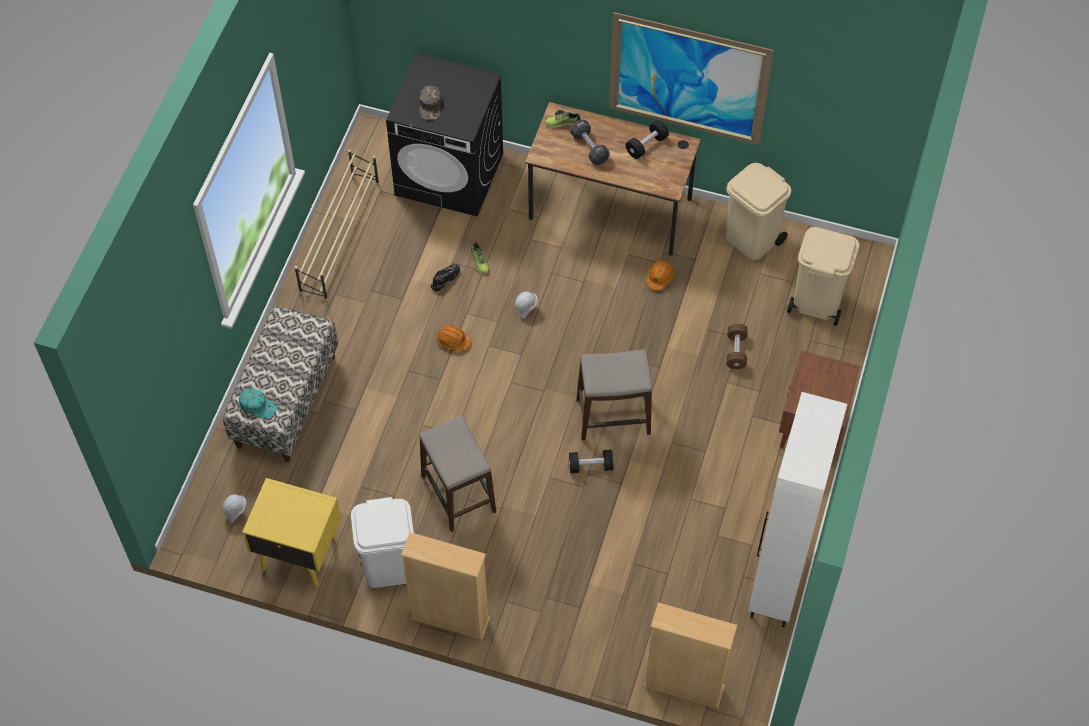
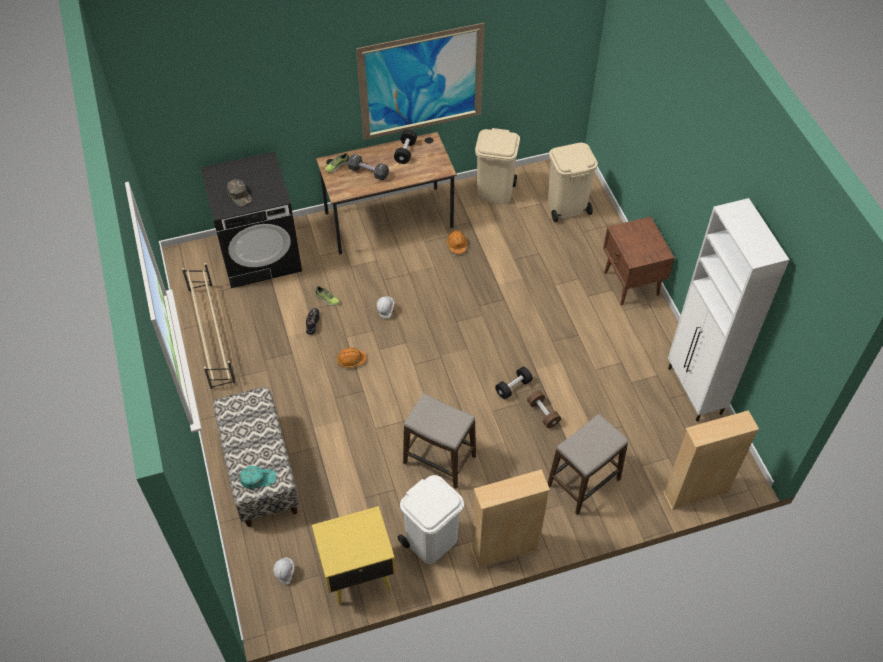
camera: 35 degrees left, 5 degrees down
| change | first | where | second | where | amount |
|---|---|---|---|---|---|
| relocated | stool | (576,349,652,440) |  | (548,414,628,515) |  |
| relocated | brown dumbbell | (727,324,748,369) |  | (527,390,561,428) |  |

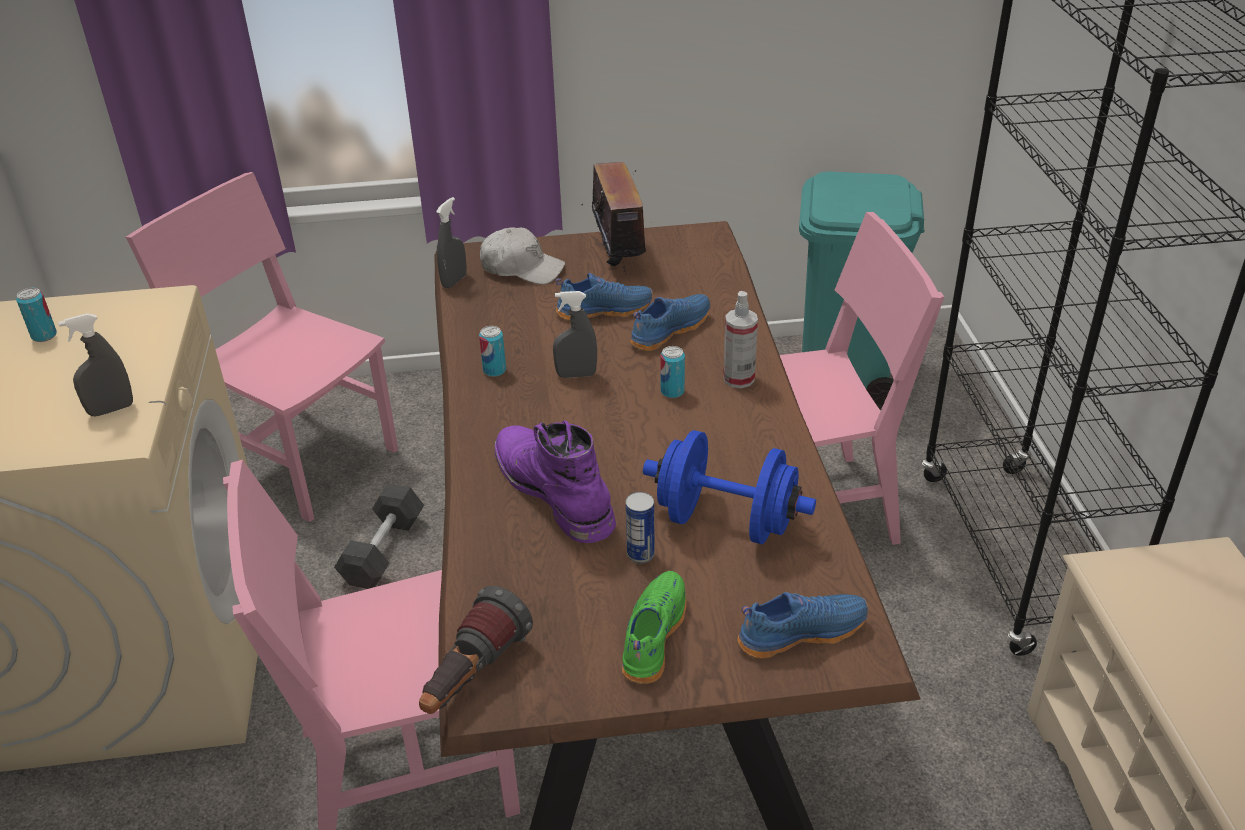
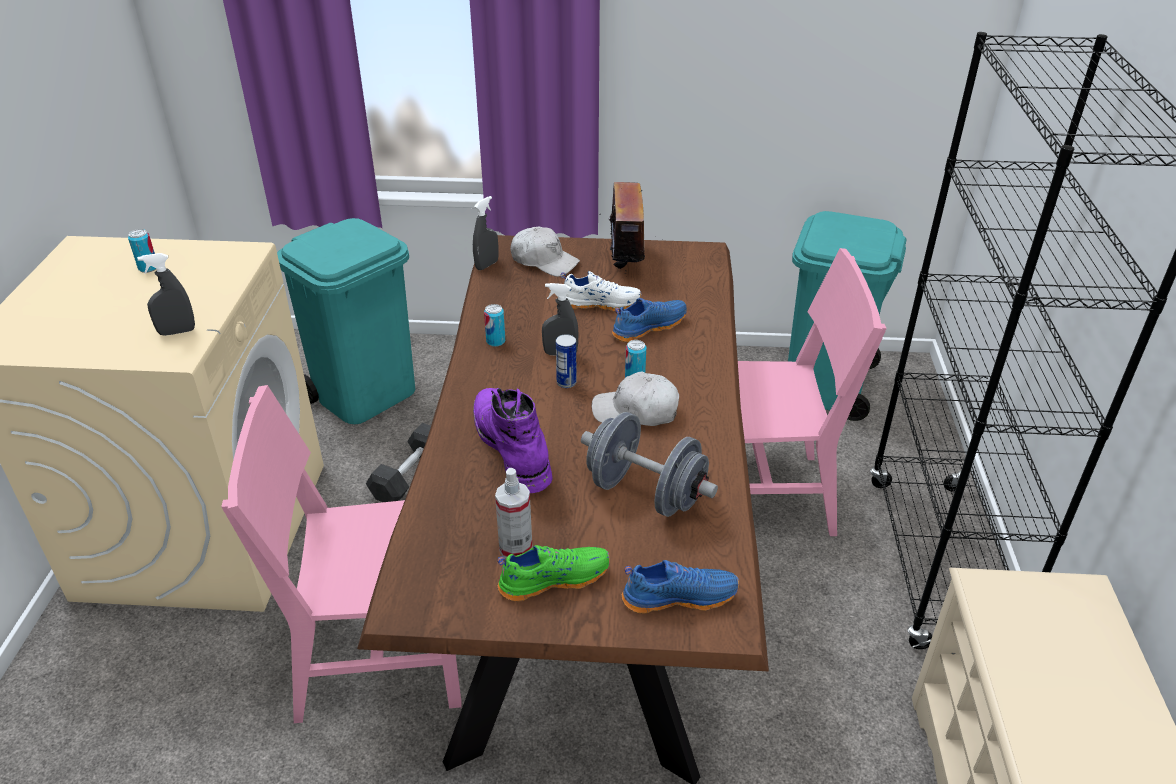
camera: 10 degrees right, 0 degrees up
| change | first | where | second | where | amount |
|---|---|---|---|---|---|
| missing | flashlight | (419,586,533,714) |  |  |  |
| appeared |  |  | white cap | (592,371,679,426) |  |
| relocated | can | (626,492,655,563) |  | (556,334,577,388) |  |
| relocated | spray bottle | (723,291,758,388) |  | (495,468,532,559) |  |
| exchanged | pink chair | (126,172,398,522) | turquoise trash can | (277,218,415,424) |  |
| colour | blue shoe | (555,273,653,321) | white shoe | (560,271,641,312) |  |
| colour | blue dumbbell | (643,430,816,544) | grey dumbbell | (581,412,718,517) |  |
| spun | green shoe | (622,571,686,684) |  | (497,545,610,601) | 45 degrees clockwise |

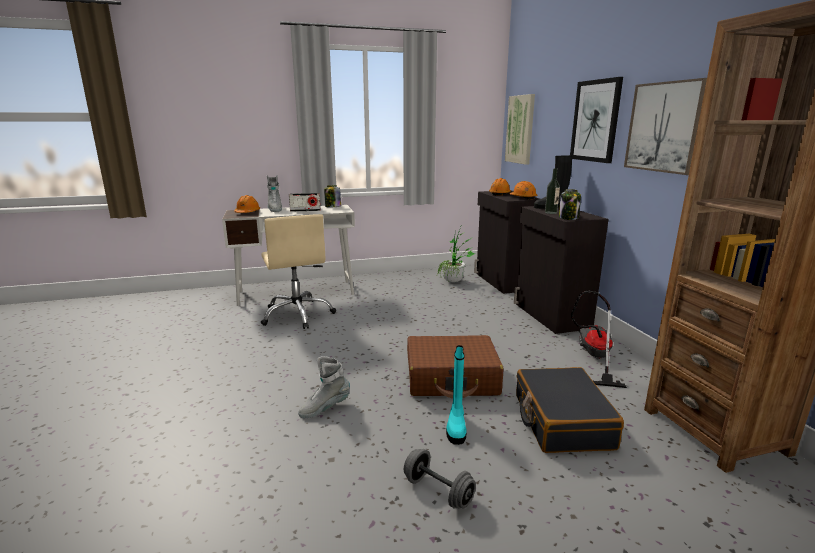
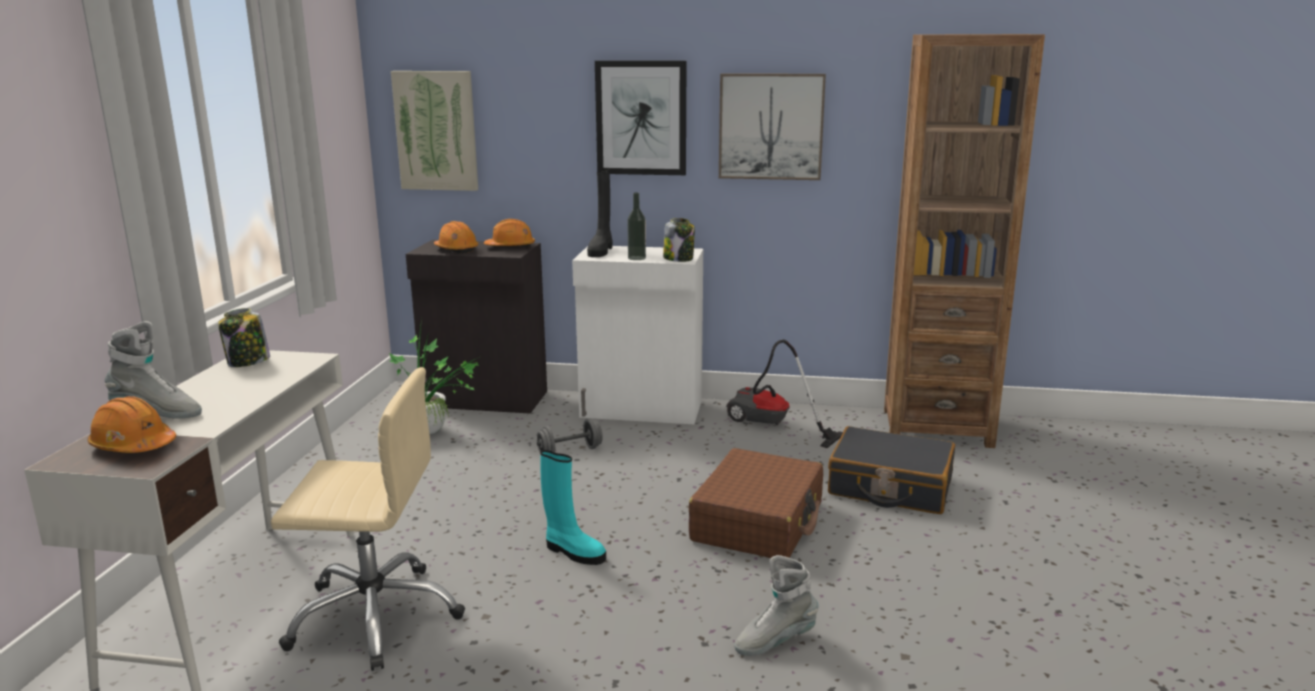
camera: 65 degrees left, 0 degrees up
| change | first | where | second | where | amount |
|---|---|---|---|---|---|
| missing | radio | (289,193,321,212) |  |  |  |
| relocated | grey dumbbell | (404,449,476,509) |  | (536,418,603,453) |  |
| relocated | turquoise boot | (446,345,467,445) |  | (540,450,606,565) |  |
| colour | black cabinet | (514,206,609,334) | white cabinet | (572,246,703,424) |  |
| spun | grey boot | (298,356,350,418) |  | (734,555,818,656) | 75 degrees clockwise |

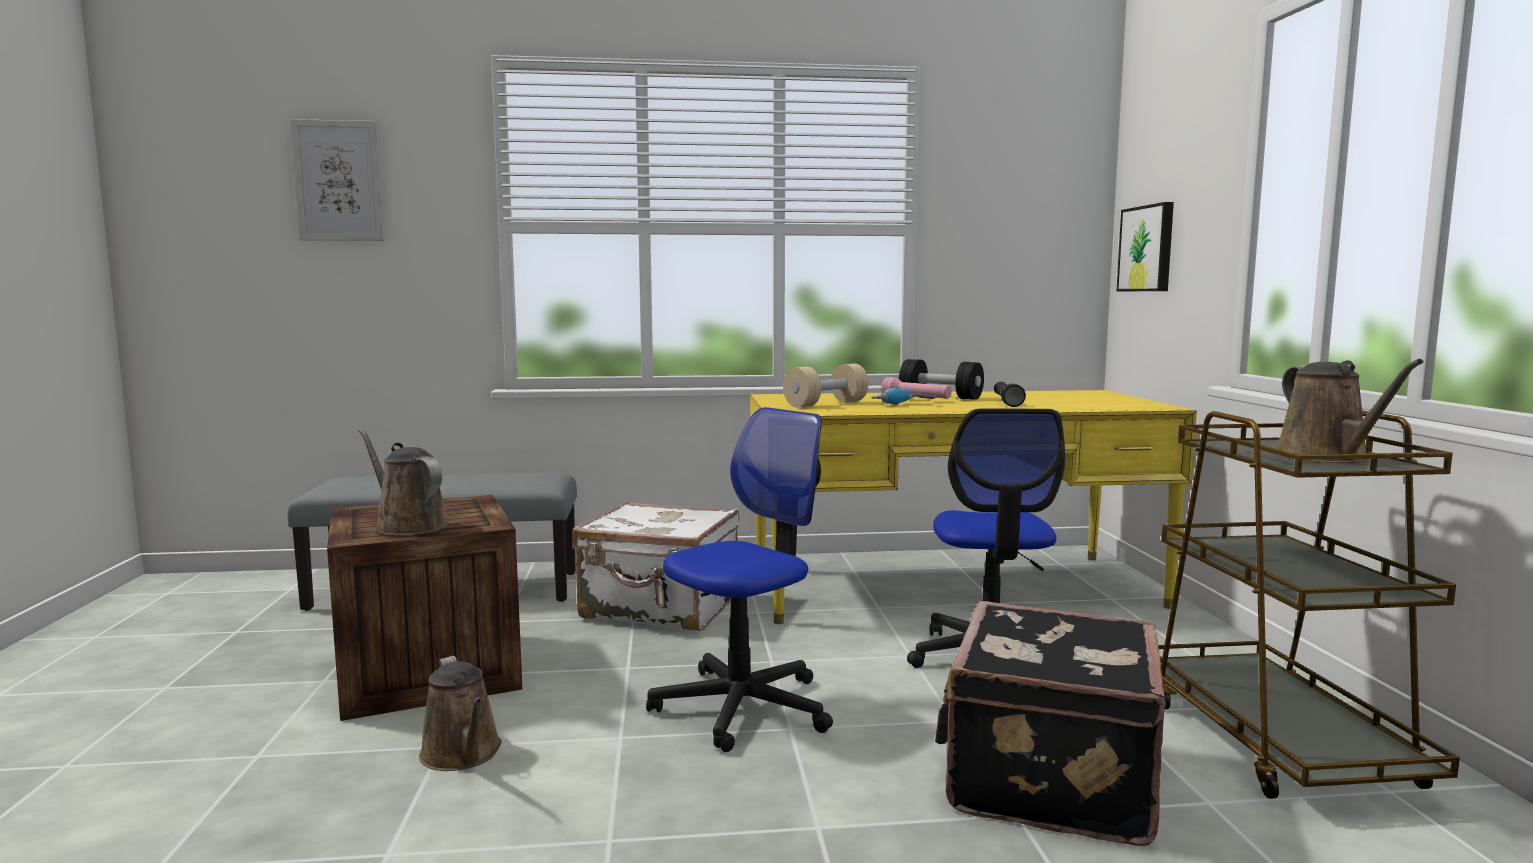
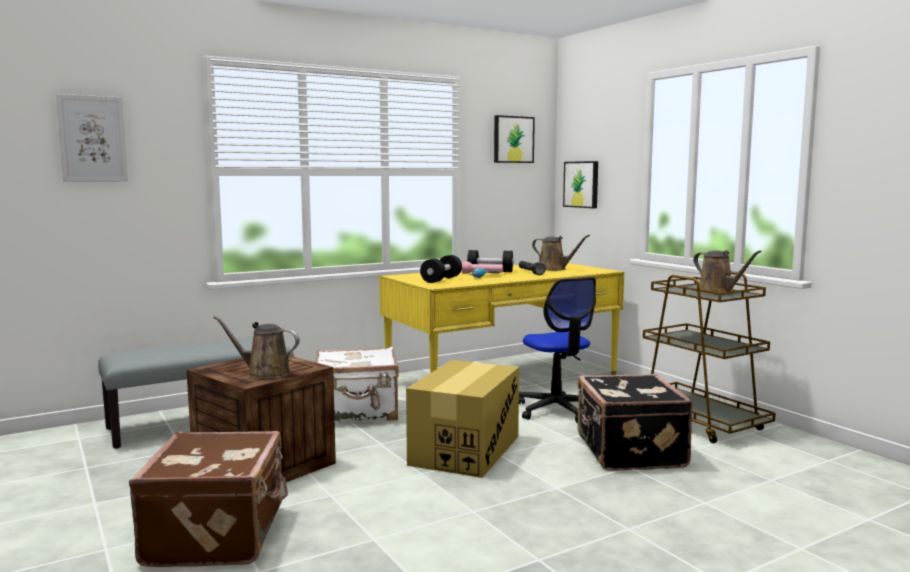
camera: 25 degrees left, 0 degrees up
| change | first | where | second | where | amount |
|---|---|---|---|---|---|
| appeared |  |  | brown suitcase | (129,431,288,567) |  |
| appeared |  |  | picture | (494,115,535,163) |  |
| relocated | brown watering can | (419,656,502,771) |  | (532,235,590,271) |  |
| exchanged | office chair | (646,407,833,752) | cardboard box | (406,360,519,478) |  |
| colour | beige dumbbell | (783,364,869,407) | black dumbbell | (420,255,462,283) |  |

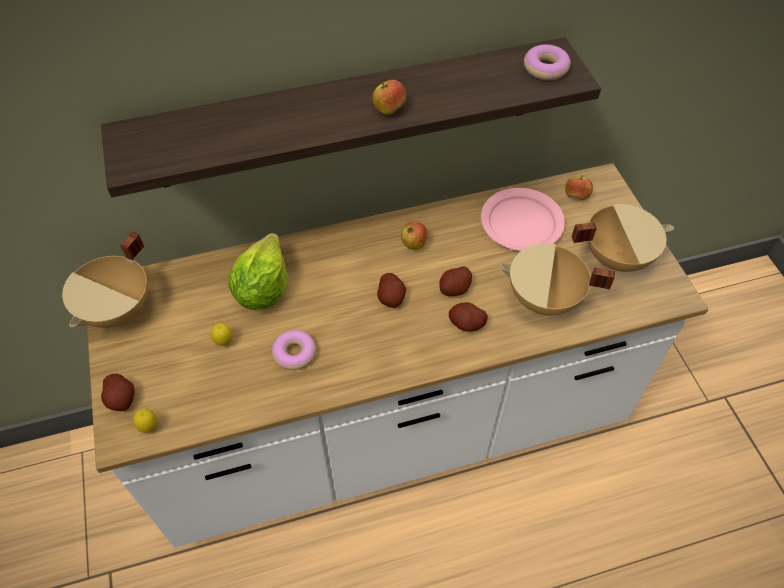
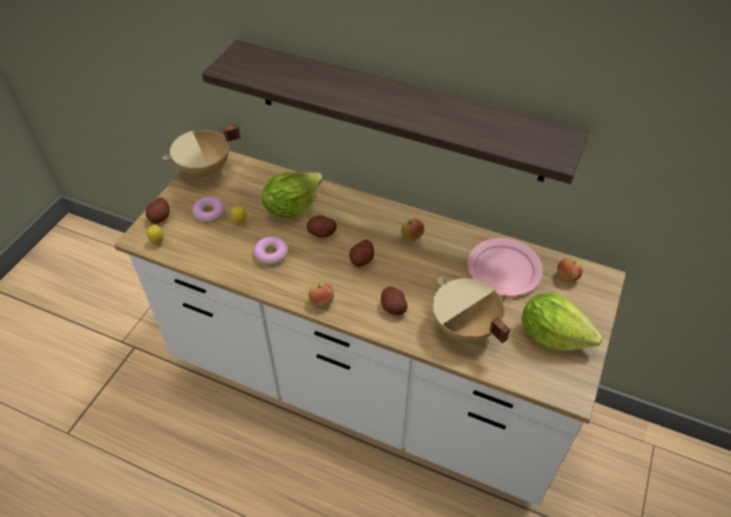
camera: 40 degrees right, 5 degrees down
| change | first | where | second | where | amount |
|---|---|---|---|---|---|
| relocated | apple | (372,80,406,115) |  | (309,283,334,307) |  |
| relocated | potato | (439,266,472,296) |  | (307,215,337,237) |  |
| relocated | donut | (524,44,571,80) |  | (192,197,225,223) |  |
| exchanged | beige cooking pot | (571,204,674,272) | lettuce | (522,292,603,351) |  |

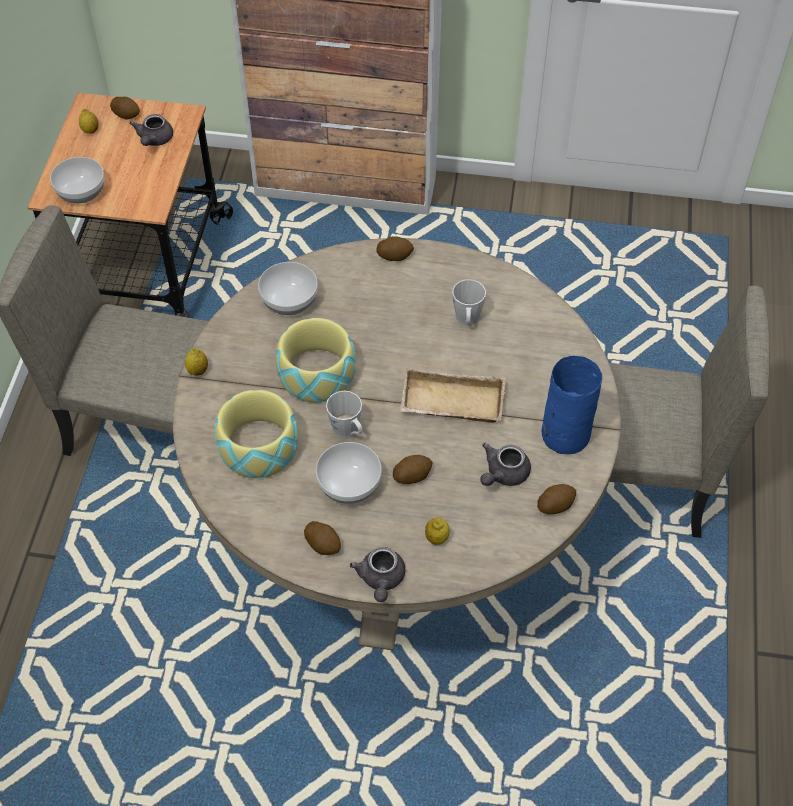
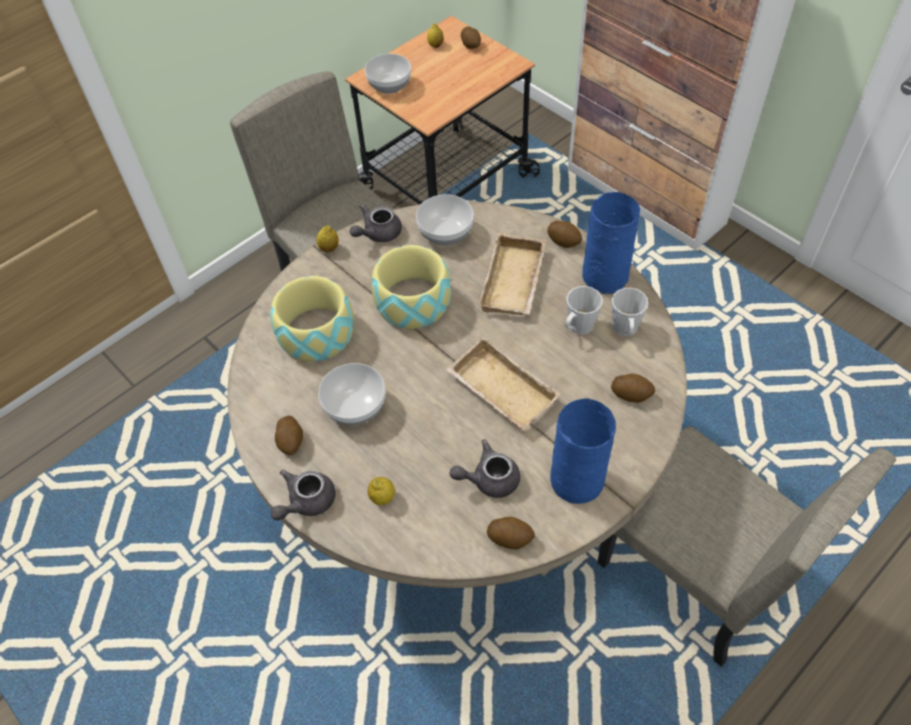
camera: 40 degrees right, 0 degrees up
| change | first | where | second | where | amount |
|---|---|---|---|---|---|
| appeared |  |  | beige tray | (478,233,546,315) |  |
| appeared |  |  | blue vase | (582,192,640,294) |  |
| relocated | grey teapot | (129,114,173,146) |  | (350,204,402,242) |  |
| relocated | grey mug | (326,391,363,439) |  | (612,288,648,336) |  |
| relocated | potato | (393,455,433,484) |  | (611,374,655,403) |  |

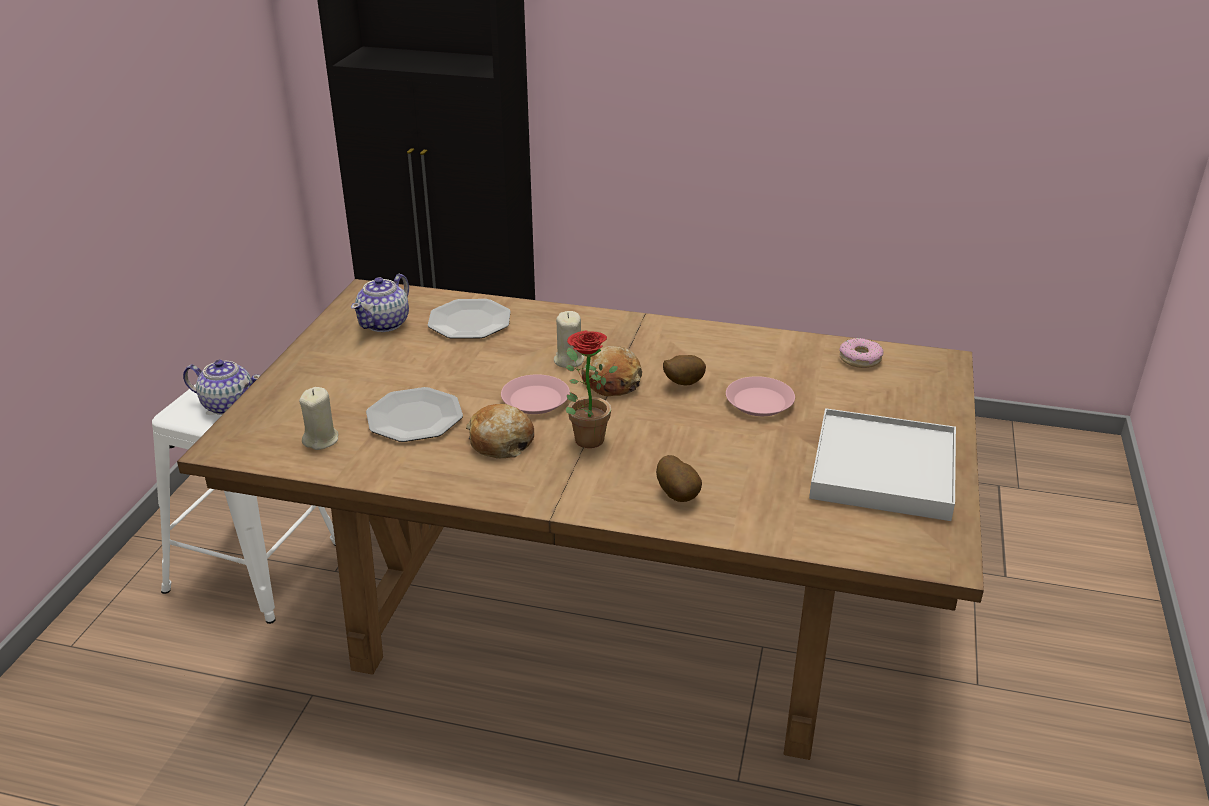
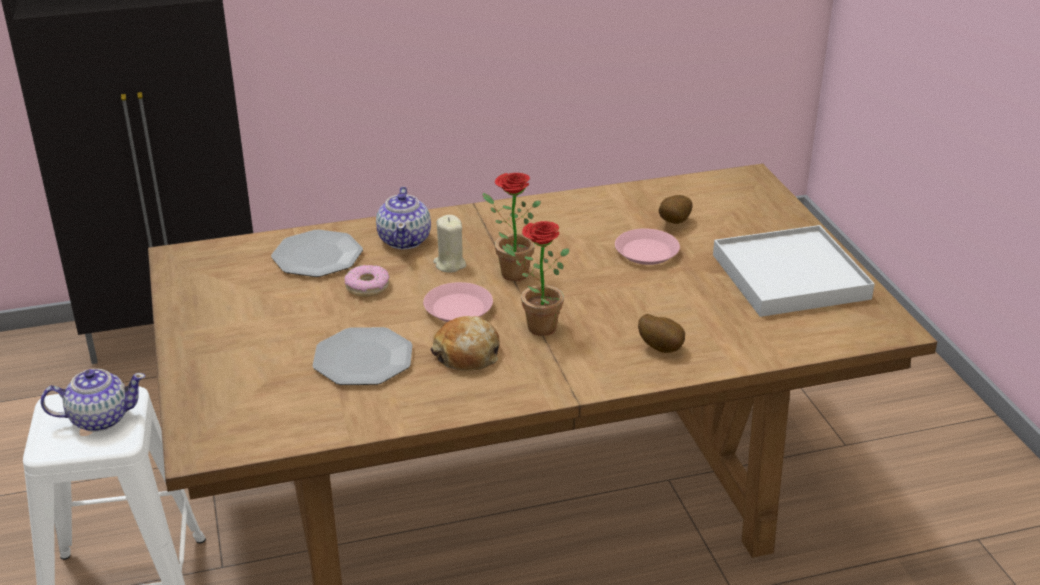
camera: 30 degrees left, 0 degrees up
| change | first | where | second | where | amount |
|---|---|---|---|---|---|
| missing | beige candle | (299,387,339,450) |  |  |  |
| relocated | teapot | (351,274,409,332) |  | (376,187,431,249) |  |
| relocated | potato | (663,355,706,385) |  | (659,195,692,224) |  |
| relocated | donut | (839,338,884,368) |  | (345,265,389,297) |  |
| exchanged | bread | (581,346,642,396) | potted plant | (483,173,541,281) |  |

